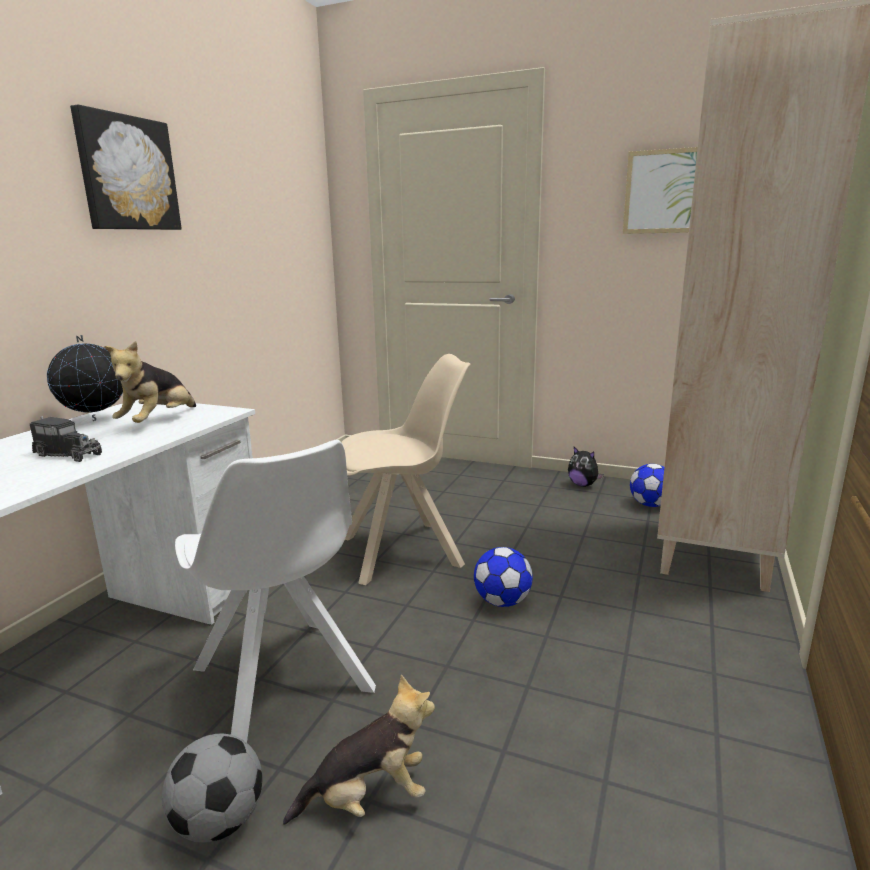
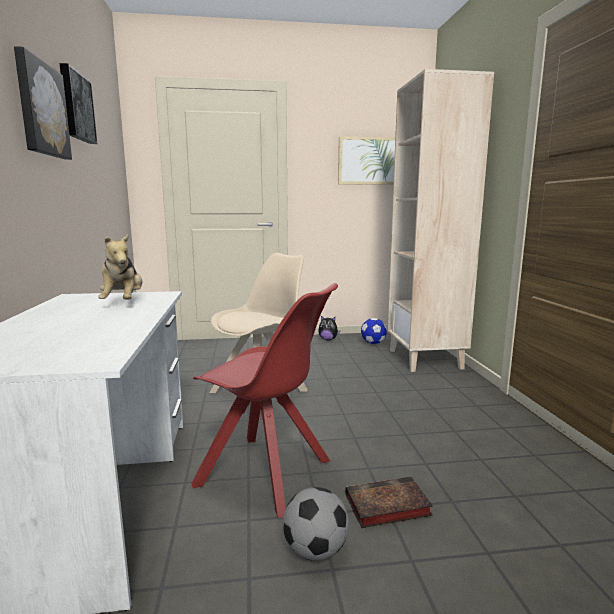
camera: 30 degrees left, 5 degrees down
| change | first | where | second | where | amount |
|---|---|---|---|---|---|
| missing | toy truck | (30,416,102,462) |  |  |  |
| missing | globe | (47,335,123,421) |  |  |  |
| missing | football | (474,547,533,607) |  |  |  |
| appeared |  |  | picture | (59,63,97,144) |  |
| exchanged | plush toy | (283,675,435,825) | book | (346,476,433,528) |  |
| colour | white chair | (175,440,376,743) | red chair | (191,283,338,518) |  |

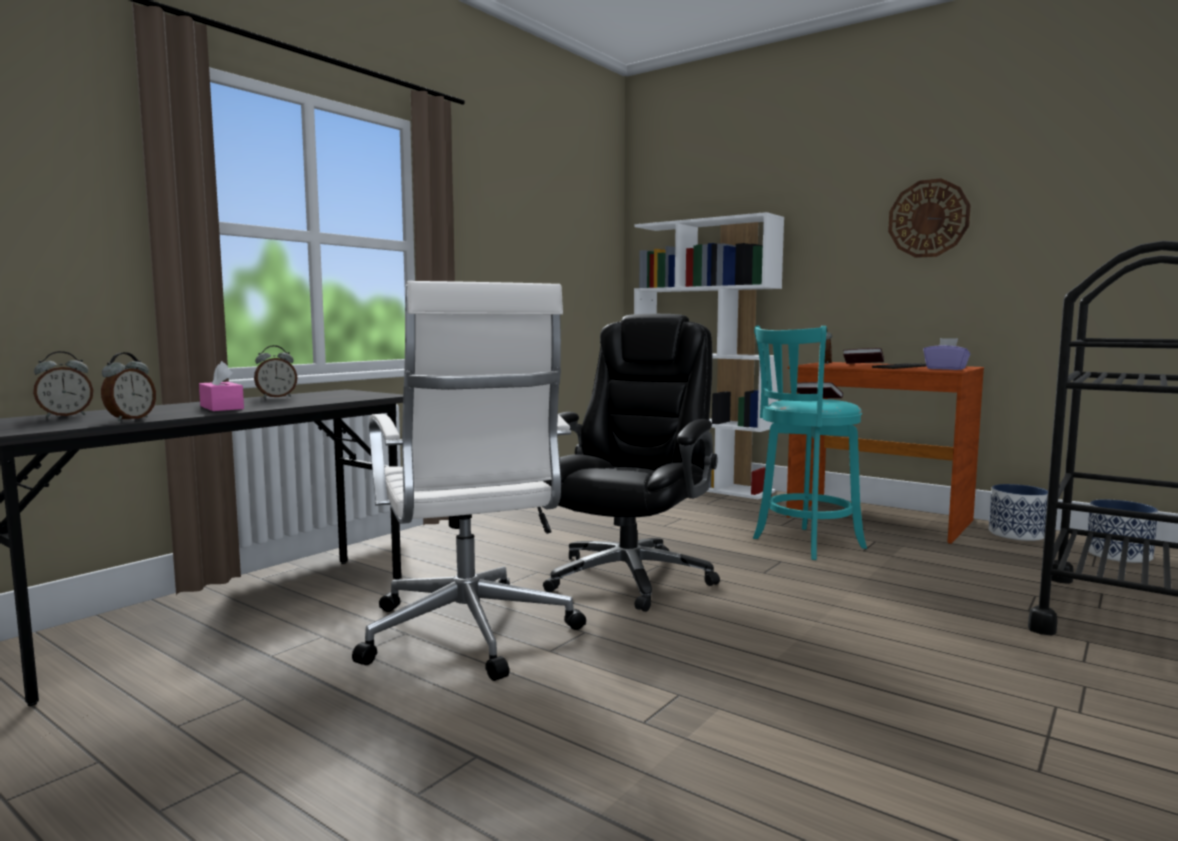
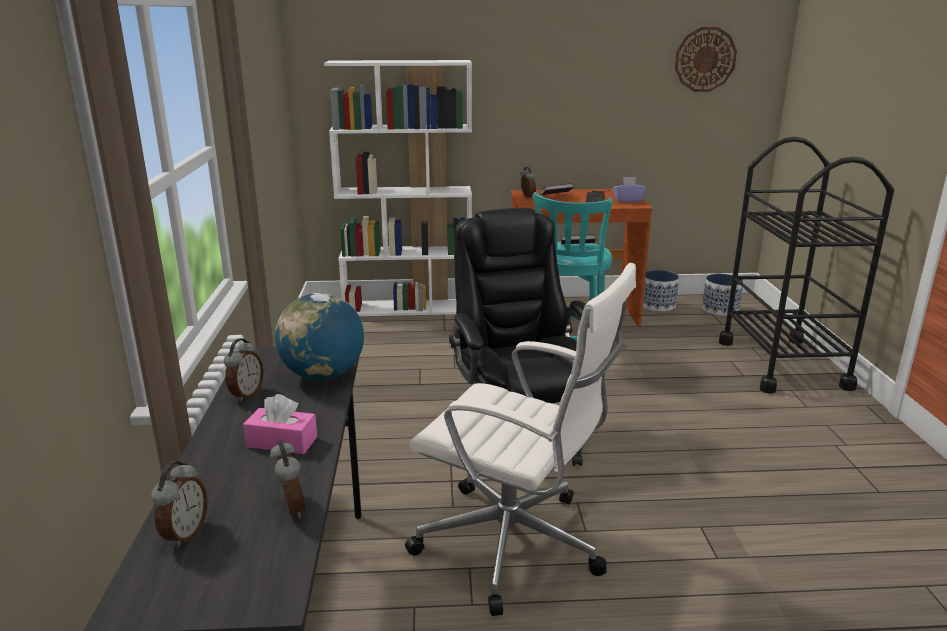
camera: 40 degrees left, 15 degrees up
| change | first | where | second | where | amount |
|---|---|---|---|---|---|
| appeared |  |  | globe | (275,293,364,380) |  |
| relocated | wall clock | (888,178,971,258) |  | (675,27,737,92) |  |

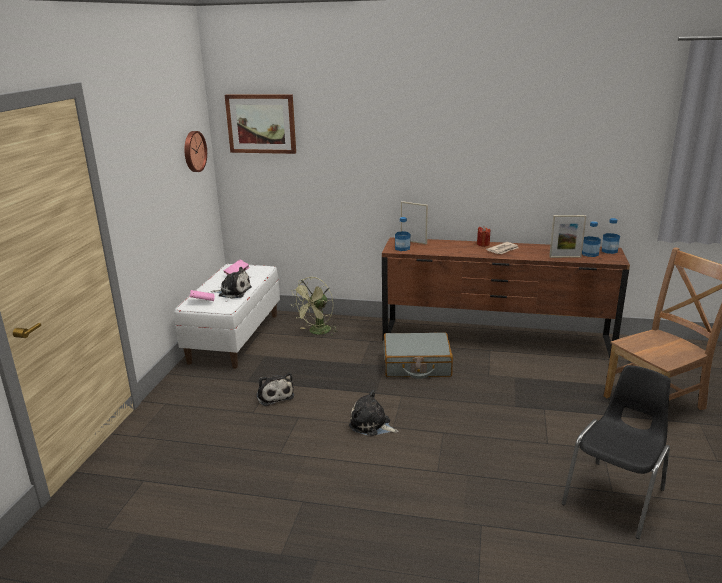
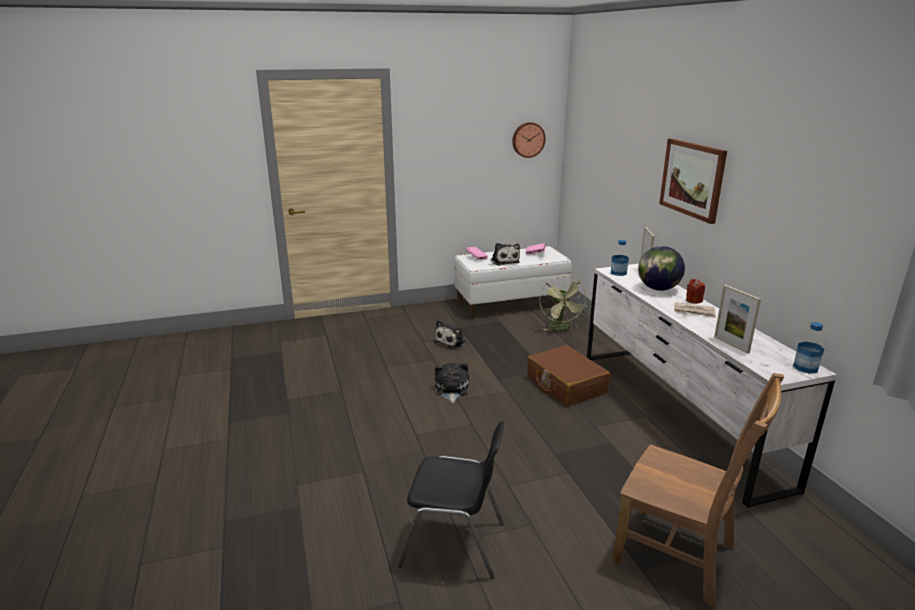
camera: 60 degrees right, 0 degrees up
| change | first | where | second | where | amount |
|---|---|---|---|---|---|
| missing | bottle | (582,221,601,257) |  |  |  |
| appeared |  |  | globe | (638,246,685,291) |  |
| relocated | picture | (225,94,296,154) |  | (659,138,727,224) |  |
| colour | brown dresser | (382,237,630,358) | white dresser | (587,264,837,508) |  |
| colour | grey suitcase | (384,333,453,379) | brown suitcase | (527,345,610,407) |  |
| spun | green fan | (291,277,338,336) |  | (539,275,587,331) | 105 degrees counterclockwise |

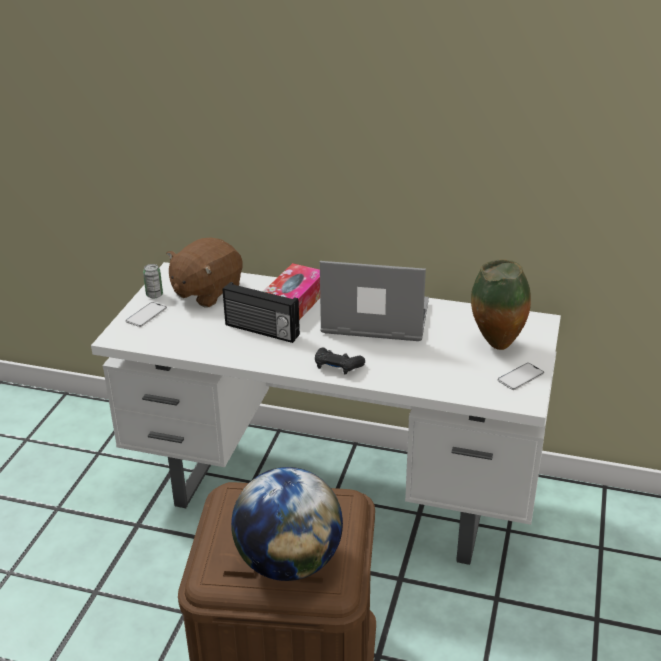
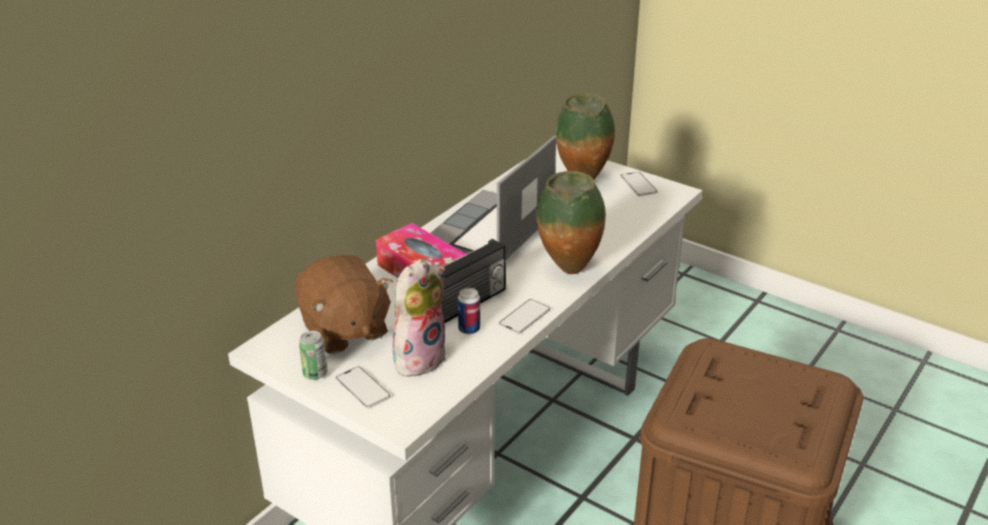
camera: 70 degrees left, 0 degrees up
| change | first | where | second | where | amount |
|---|---|---|---|---|---|
| missing | globe | (231,467,343,581) |  |  |  |
| appeared |  |  | plush toy | (393,259,447,379) |  |
| appeared |  |  | can | (458,288,480,334) |  |
| appeared |  |  | phone | (499,299,550,334) |  |
| exchanged | black game controller | (315,348,365,375) | vase | (537,171,606,274) |  |

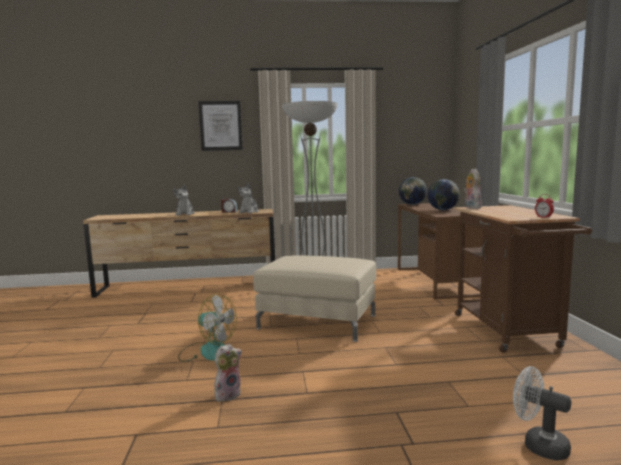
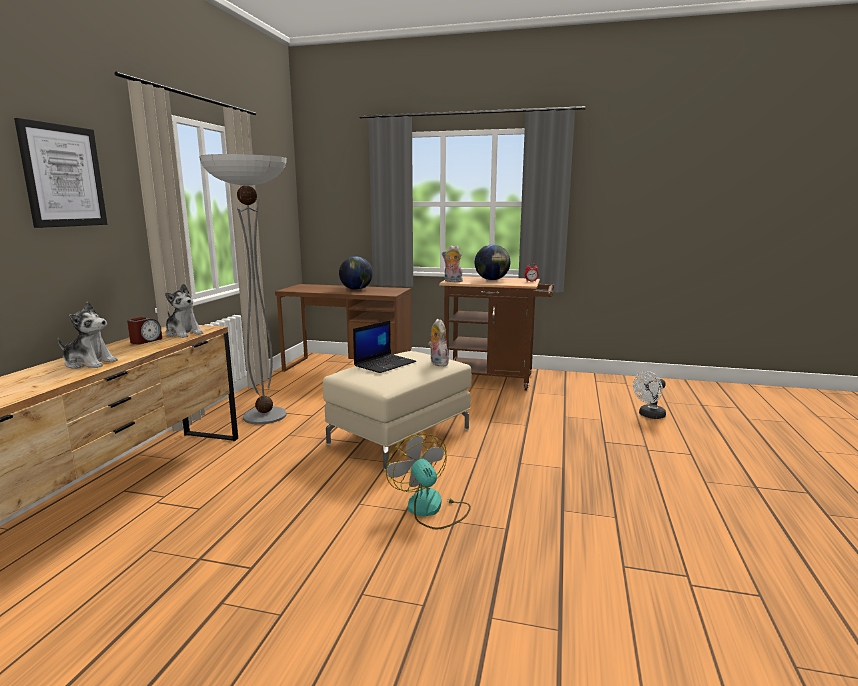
camera: 70 degrees left, 5 degrees up
| change | first | where | second | where | amount |
|---|---|---|---|---|---|
| appeared |  |  | laptop | (353,321,416,373) |  |
| relocated | plush toy | (214,344,242,402) |  | (428,319,449,366) |  |
| relocated | globe | (399,177,427,205) |  | (475,244,510,280) |  |
| spun | fan | (178,294,237,362) |  | (386,434,471,529) | 75 degrees counterclockwise |

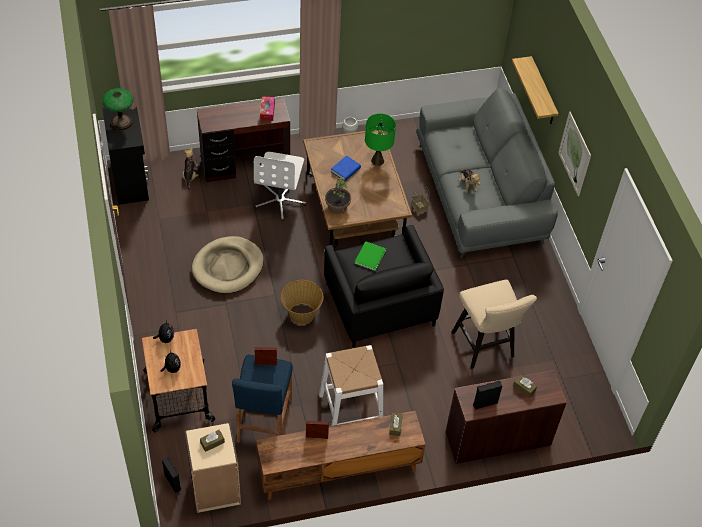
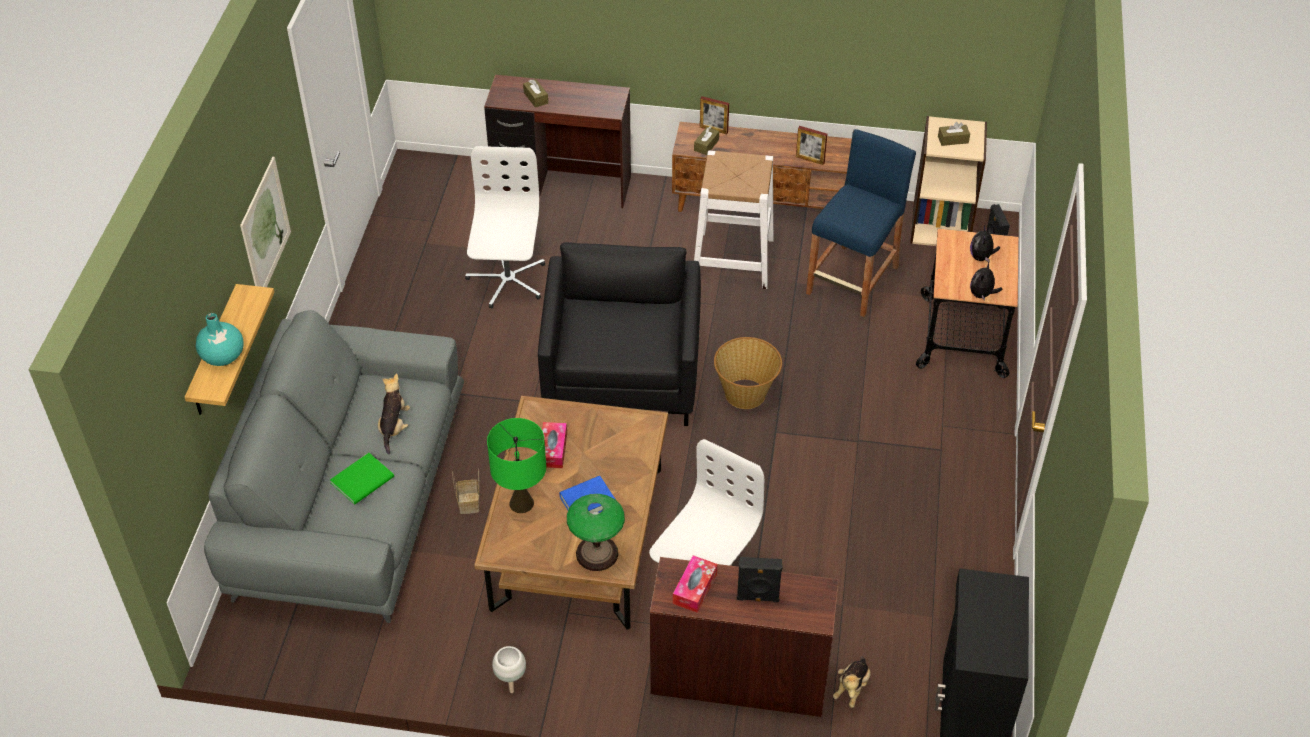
camera: 155 degrees left, 5 degrees down
| change | first | where | second | where | amount |
|---|---|---|---|---|---|
| missing | beige dog bed | (192,236,264,294) |  |  |  |
| missing | potted plant | (325,177,351,214) |  |  |  |
| appeared |  |  | turquoise vase | (196,313,244,366) |  |
| appeared |  |  | tissue box | (542,422,567,468) |  |
| relocated | table lamp | (103,88,133,130) |  | (567,494,625,571) |  |
| relocated | picture frame | (254,347,277,365) |  | (700,96,729,134) |  |
| relocated | green book | (354,241,386,271) |  | (330,453,394,505) |  |
| relocated | black speaker | (473,381,502,409) |  | (737,557,783,602) |  |
| exchanged | beige stool | (451,280,537,369) | white office chair | (465,146,545,308) |  |

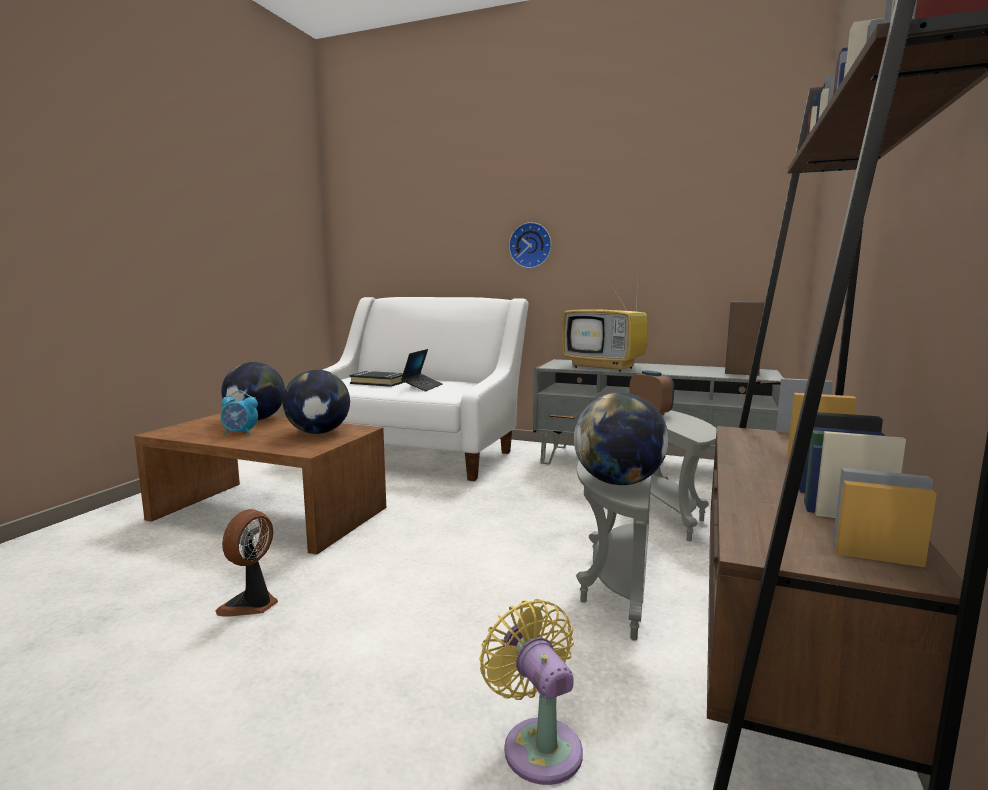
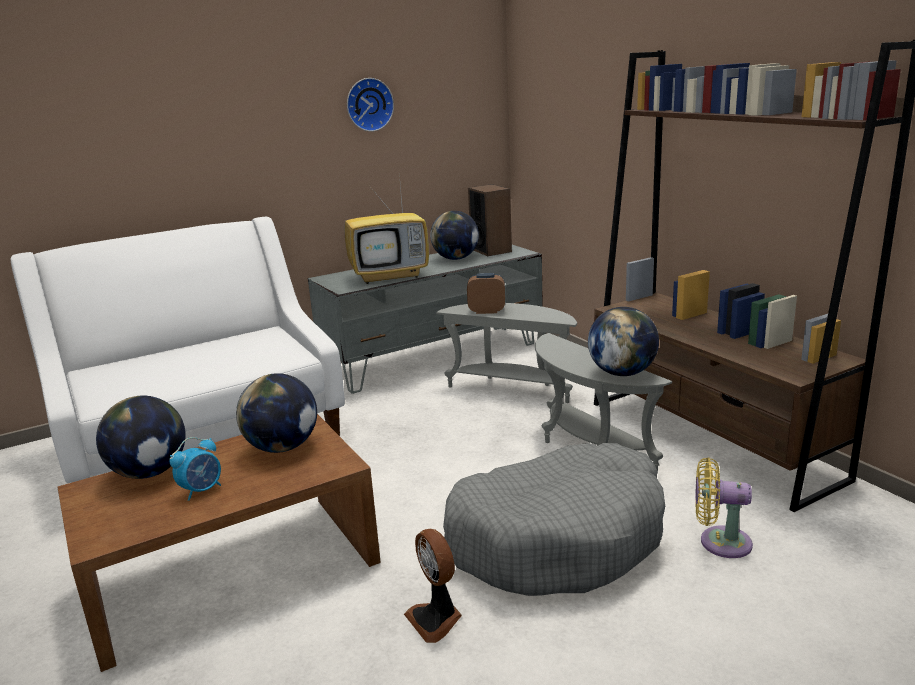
camera: 50 degrees left, 10 degrees up
| change | first | where | second | where | amount |
|---|---|---|---|---|---|
| missing | black book | (350,371,405,387) |  |  |  |
| missing | laptop | (401,349,443,391) |  |  |  |
| appeared |  |  | globe | (430,211,479,260) |  |
| appeared |  |  | grey dog bed | (443,443,665,596) |  |
| relocated | wall clock | (509,222,552,268) |  | (347,78,394,132) |  |

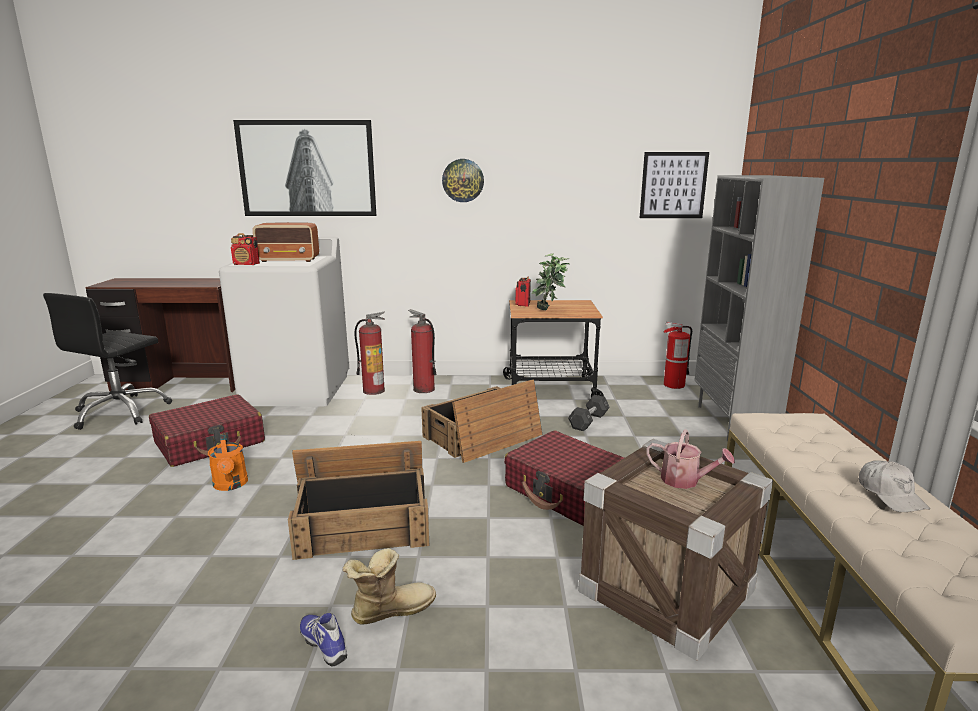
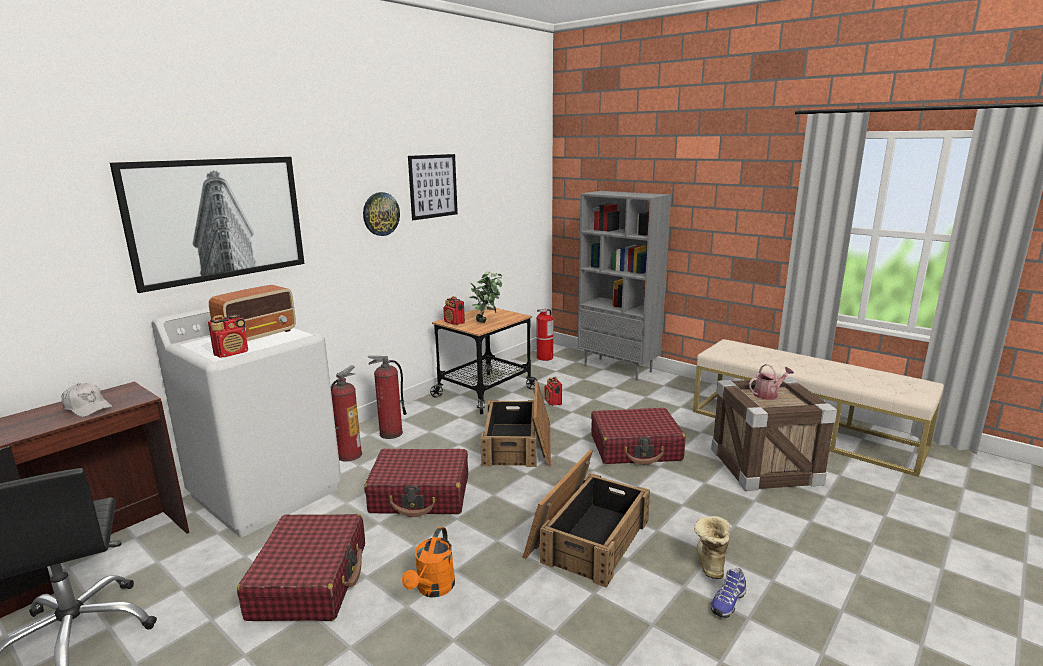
camera: 50 degrees left, 0 degrees up
| change | first | where | second | where | amount |
|---|---|---|---|---|---|
| appeared |  |  | red suitcase | (364,449,468,517) |  |
| relocated | picture | (640,152,709,218) |  | (408,154,458,220) |  |
| relocated | white cap | (859,460,930,512) |  | (62,383,112,417) |  |
| exchanged | grey dumbbell | (568,395,610,431) | radio | (545,377,562,406) |  |
| spun | orange watering can | (208,433,248,491) |  | (402,527,455,598) | 90 degrees clockwise |
| spun | shoe | (300,613,347,667) |  | (711,567,746,618) | 45 degrees counterclockwise |

